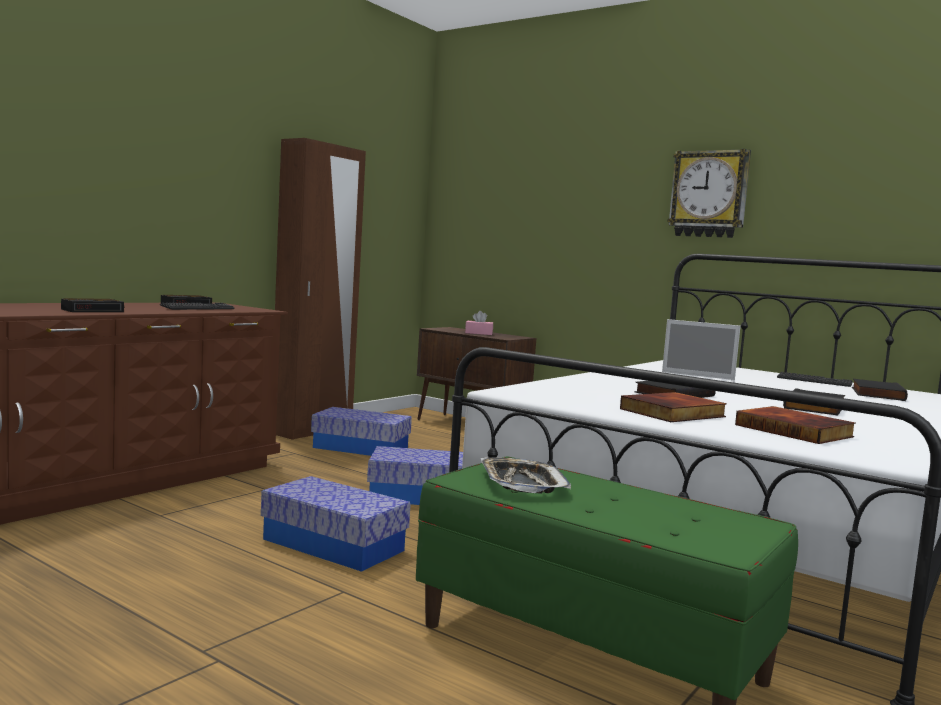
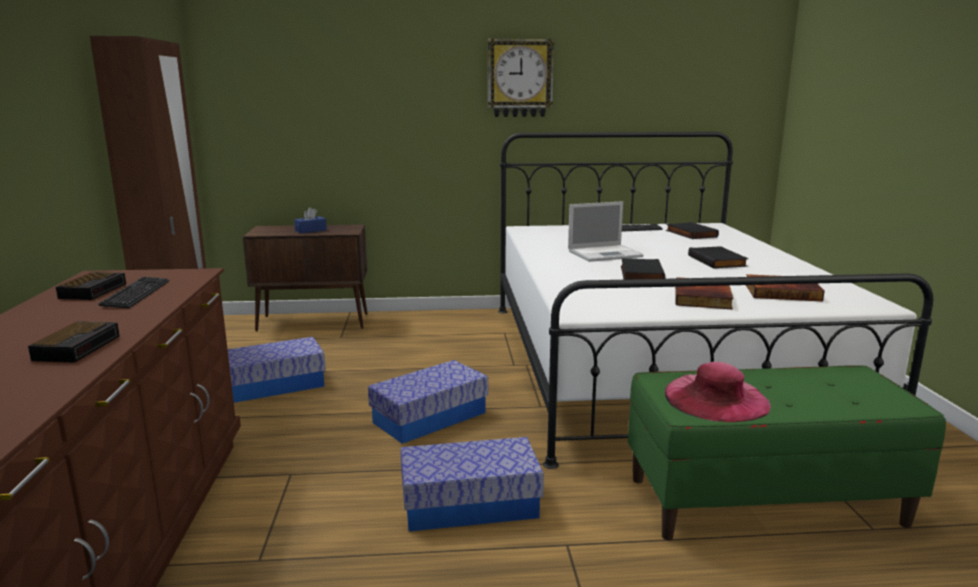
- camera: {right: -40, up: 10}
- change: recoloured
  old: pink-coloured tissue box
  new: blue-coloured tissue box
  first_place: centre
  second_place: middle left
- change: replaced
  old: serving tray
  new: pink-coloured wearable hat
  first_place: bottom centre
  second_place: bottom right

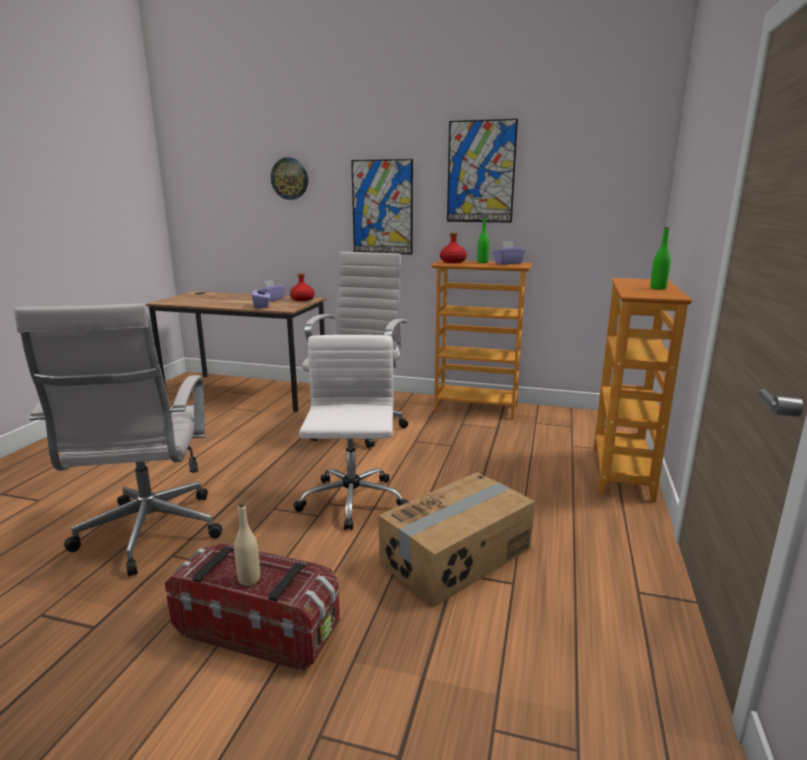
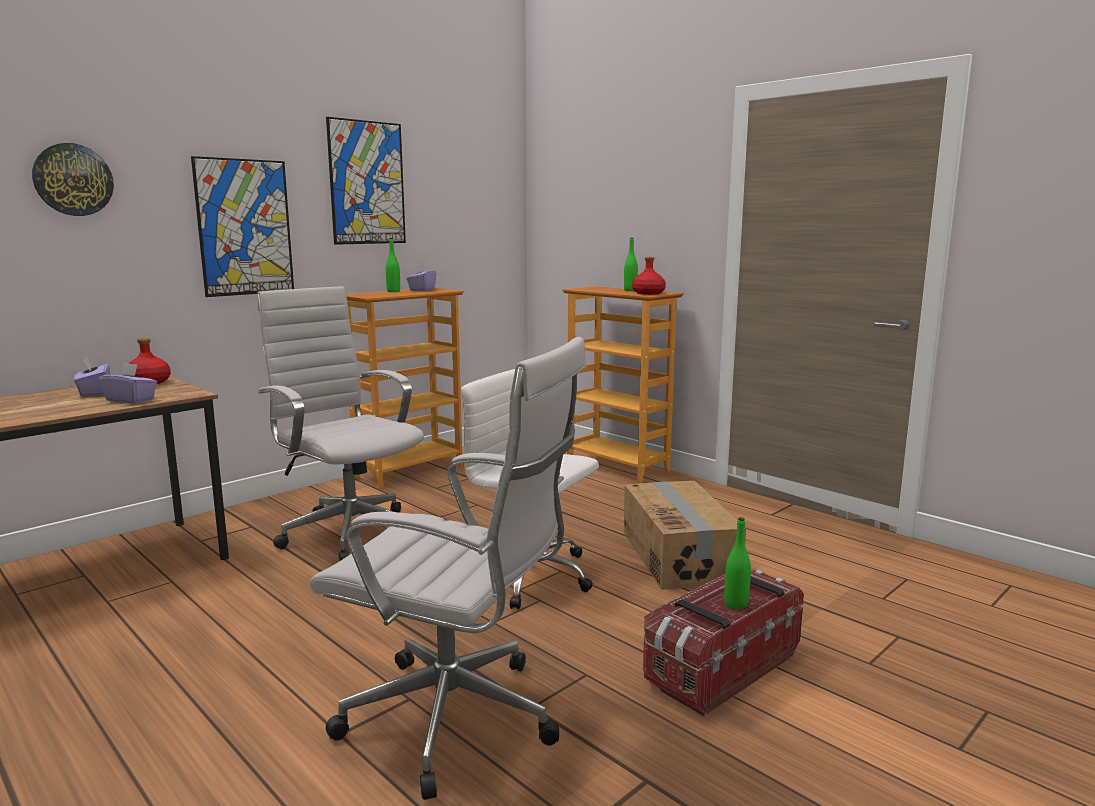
- camera: {right: -60, up: -5}
- change: moved
  old: reddish drink bottle (2nd from left)
  first_place: top centre
  second_place: centre
- change: recoloured
  old: beige drink bottle
  new: green-coloured drink bottle (3rd from left)
  first_place: bottom left
  second_place: bottom right

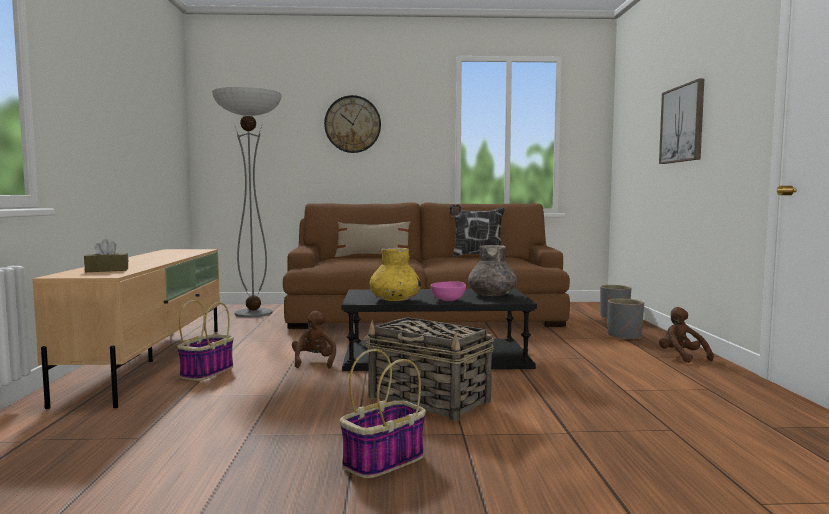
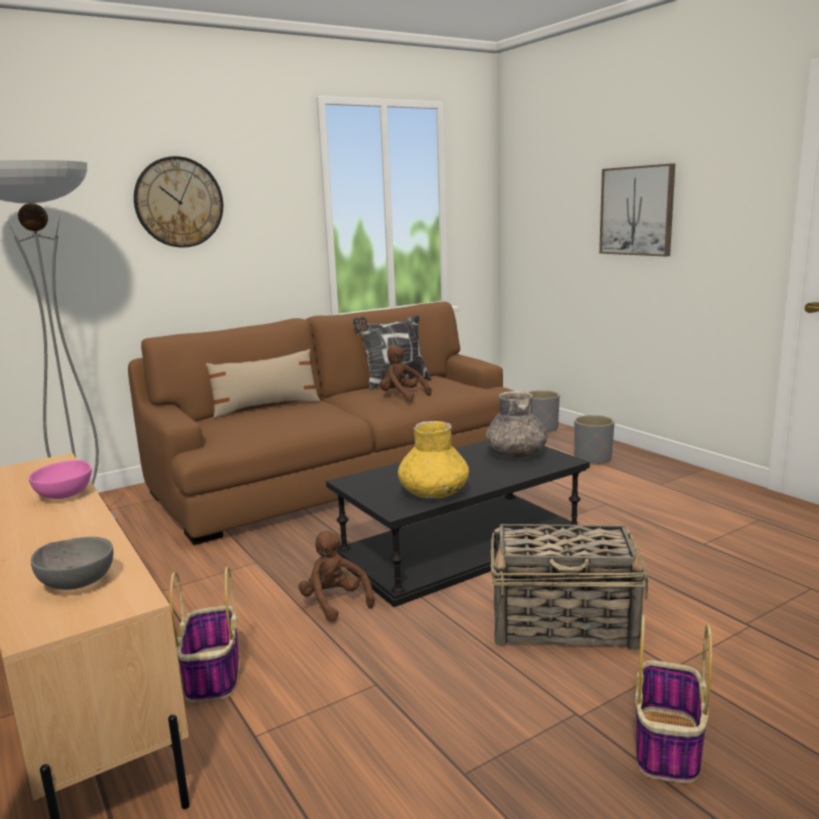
- camera: {right: -30, up: 10}
- change: moved
  old: pink-coloured bowl
  first_place: centre
  second_place: middle left
- change: replaced
  old: brown tissue box
  new: grey bowl
  first_place: middle left
  second_place: bottom left
- change: moved
  old: brown plush toy (2nd from left)
  first_place: middle right
  second_place: centre

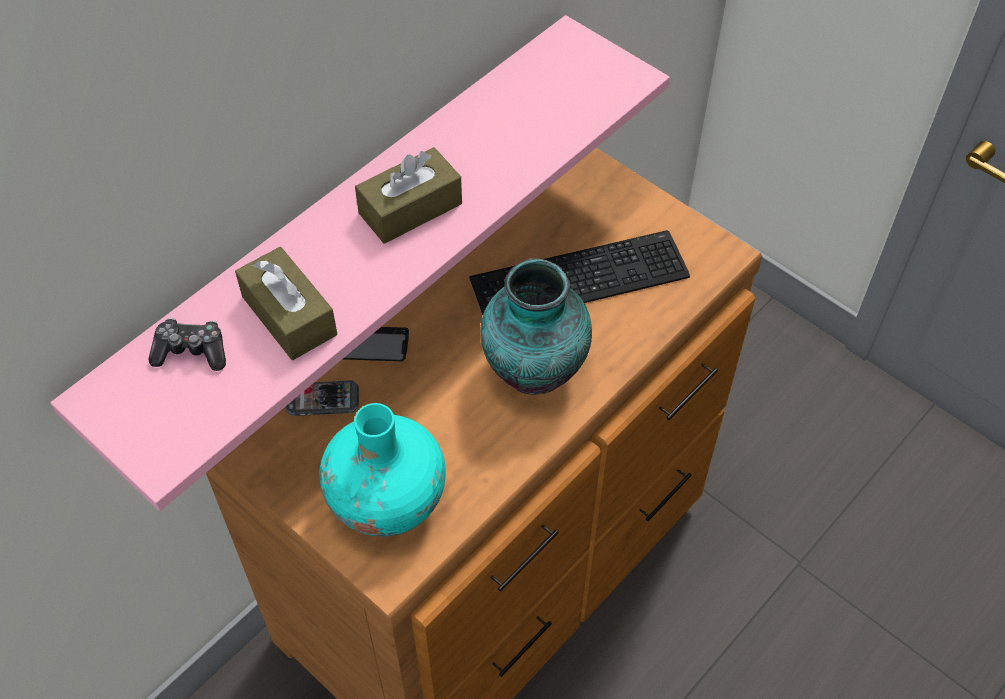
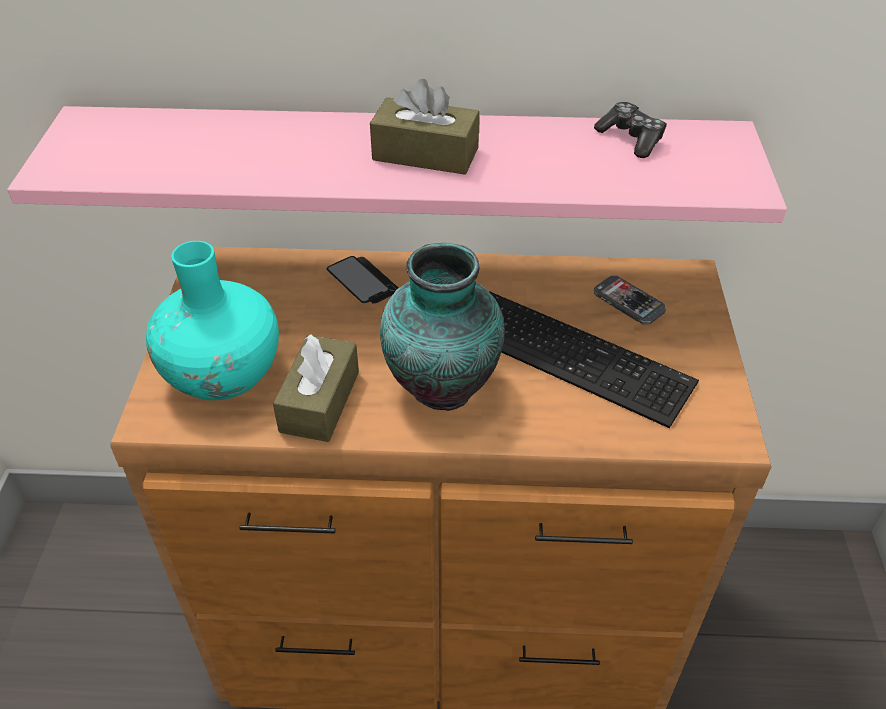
- camera: {right: 50, up: -10}
- change: moved
  old: brown tissue box (1st from left)
  first_place: middle left
  second_place: centre
- change: moved
  old: game controller
  first_place: middle left
  second_place: top right
- change: moved
  old: handset (1st from left in the first image)
  new: handset (2nd from left)
  first_place: middle left
  second_place: middle right

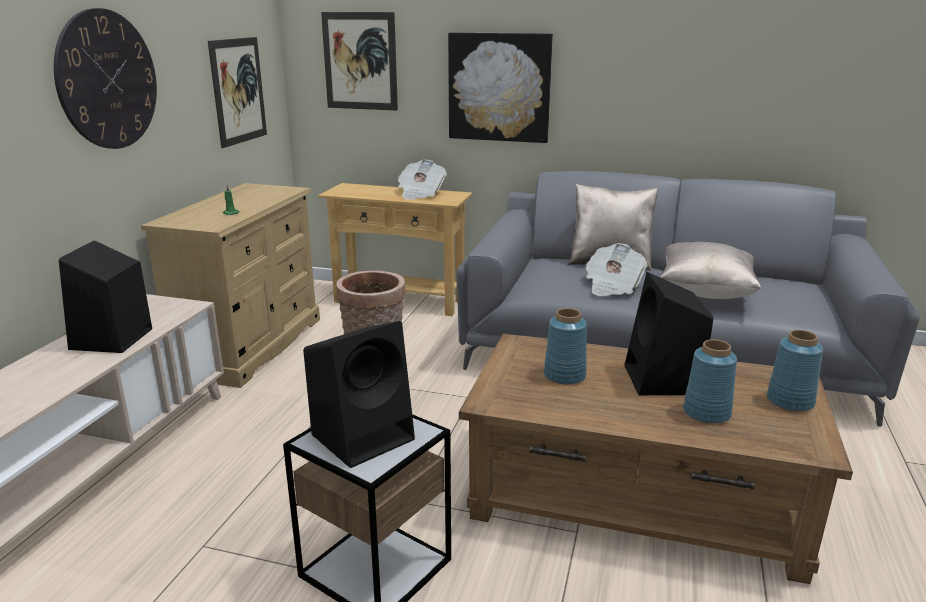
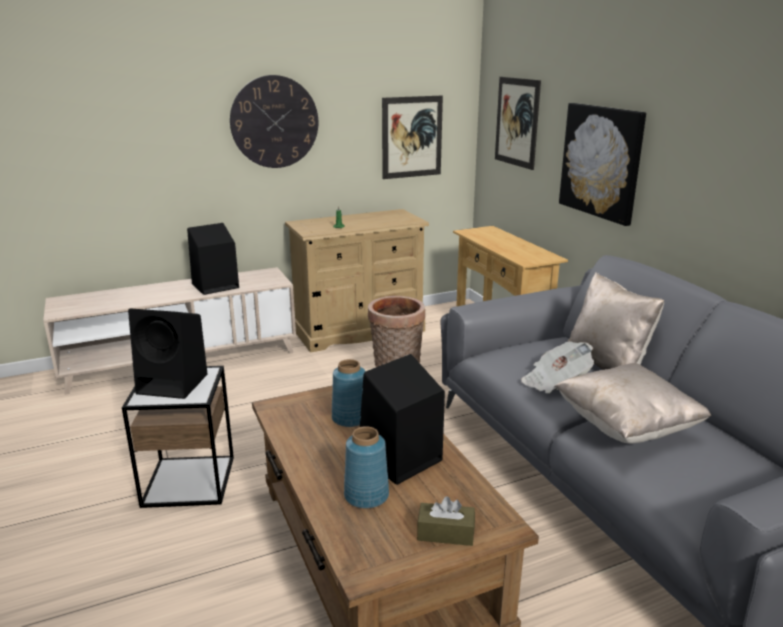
- camera: {right: 50, up: 0}
- change: replaced
  old: blue-coloured flower vase (3rd from left)
  new: brown tissue box
  first_place: middle right
  second_place: bottom centre
- change: removed
  old: daily paper (1st from left)
  first_place: top centre

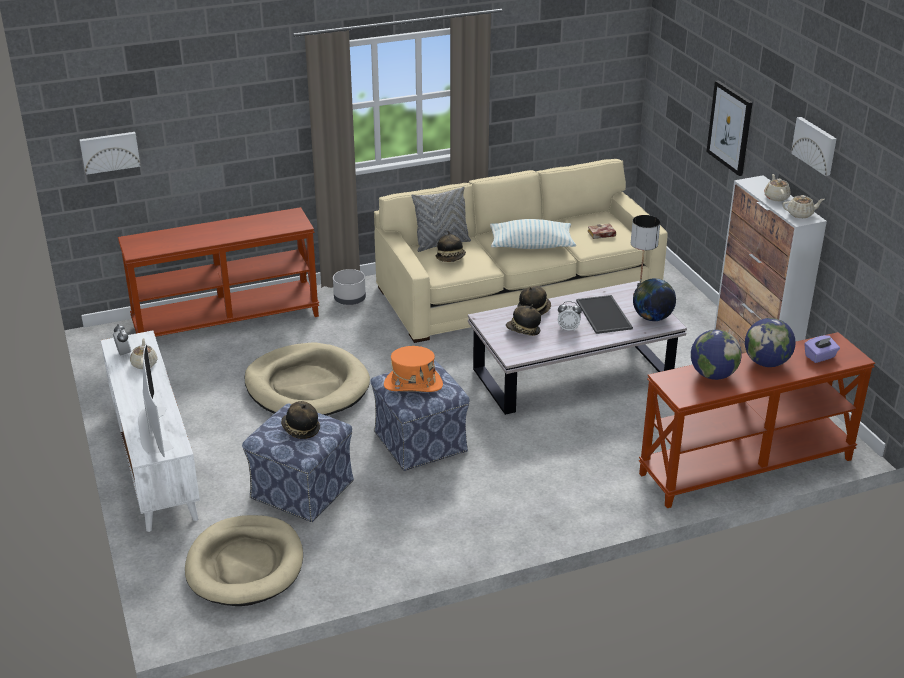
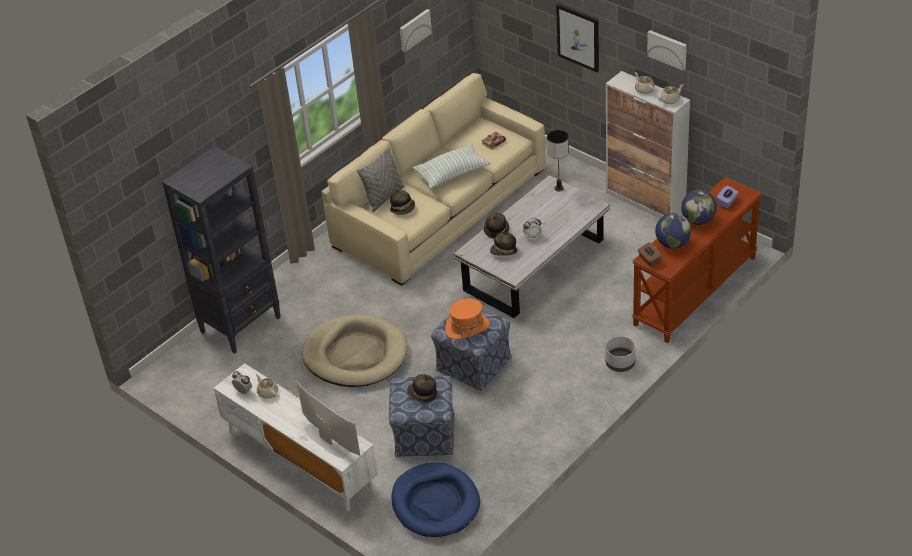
- camera: {right: -25, up: 10}
- change: replaced
  old: brown narrow table (1st from left)
  new: black-coloured shelving unit
  first_place: middle left
  second_place: middle left
- change: recoloured
  old: beige dog bed (1st from left)
  new: blue-coloured dog bed
  first_place: bottom left
  second_place: bottom centre
- change: moved
  old: picture (1st from left)
  first_place: top left
  second_place: top centre
- change: moved
  old: grey flower pot
  first_place: centre
  second_place: middle right
- change: added
  new: brown tissue box
  second_place: middle right
- change: removed
  old: serving tray
  first_place: middle right
- change: removed
  old: world globe (1st from left)
  first_place: middle right

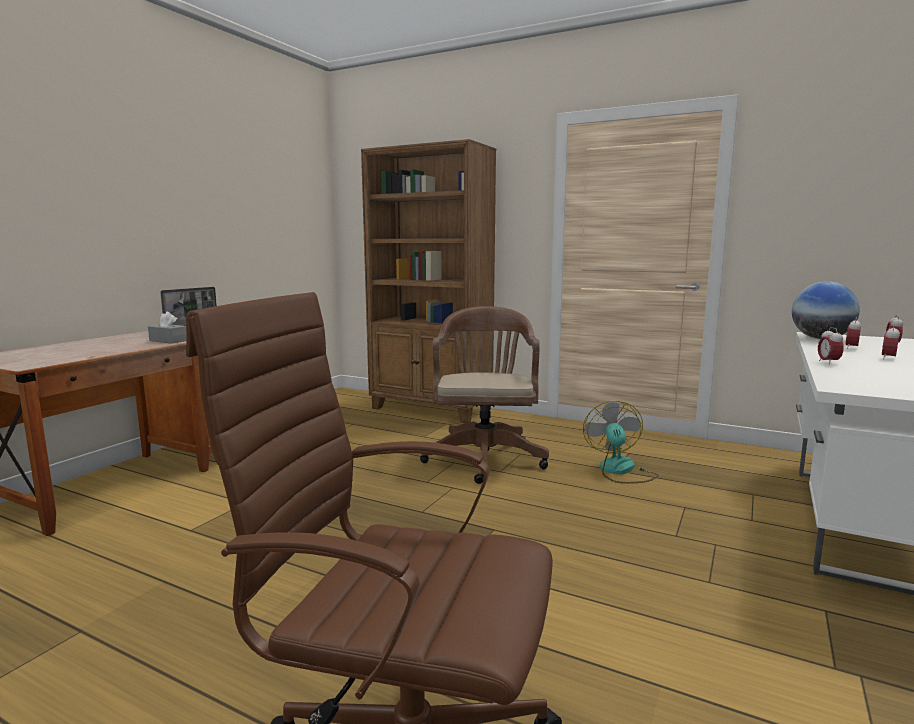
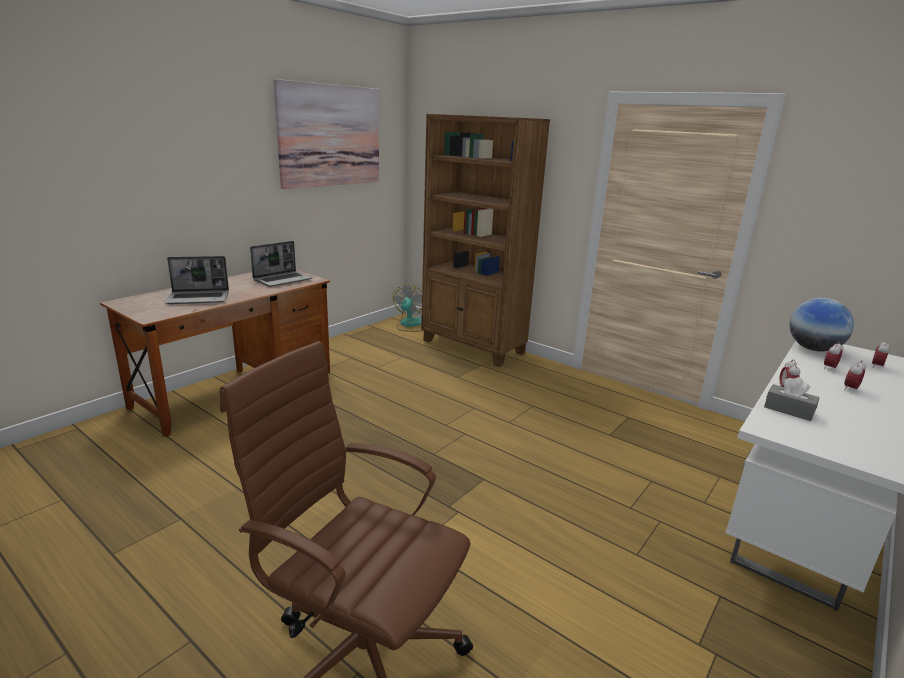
- camera: {right: 10, up: 10}
- change: added
  new: notebook computer (1st from left)
  second_place: middle left
- change: added
  new: picture
  second_place: top centre
- change: moved
  old: cooling fan
  first_place: middle right
  second_place: centre
- change: moved
  old: grey tissue box
  first_place: middle left
  second_place: middle right
- change: removed
  old: brown office chair (2nd from left)
  first_place: centre

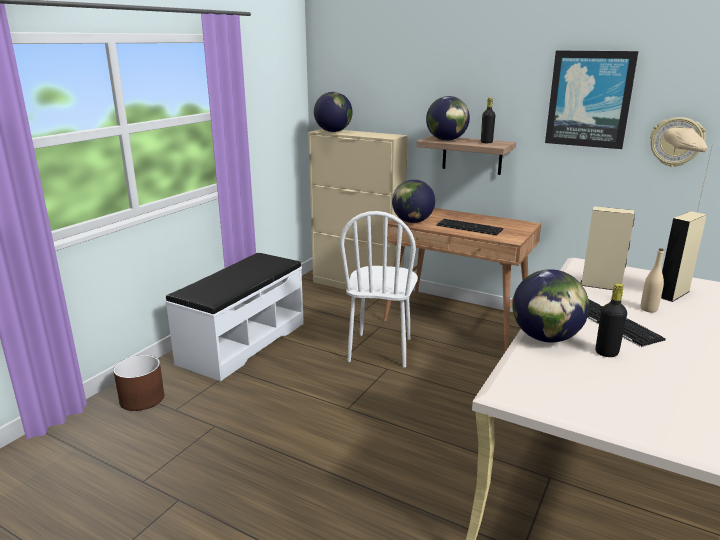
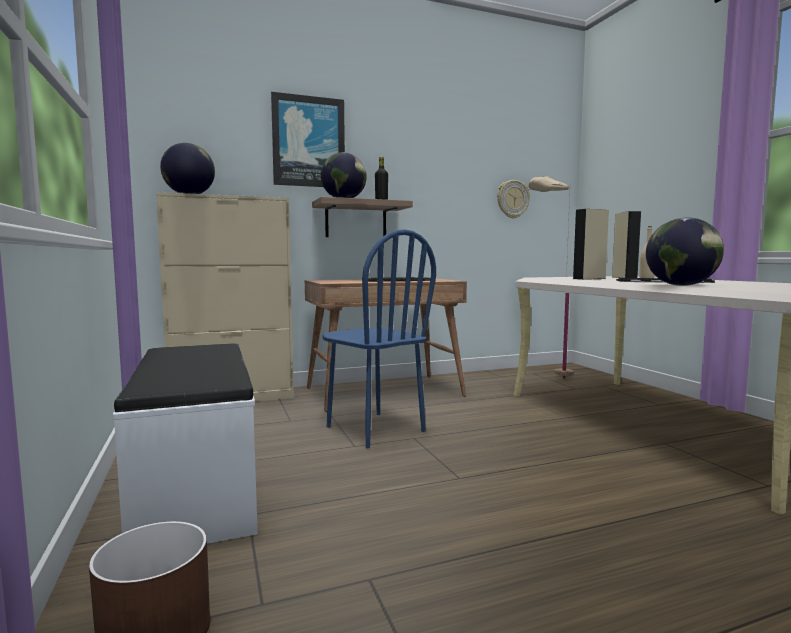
- camera: {right: -50, up: -15}
- change: moved
  old: picture
  first_place: top right
  second_place: top centre
- change: recoloured
  old: whitish chair
  new: blue-coloured chair
  first_place: centre
  second_place: centre
- change: removed
  old: world globe (2nd from left)
  first_place: centre
- change: removed
  old: black-coloured drink bottle (2nd from left)
  first_place: middle right

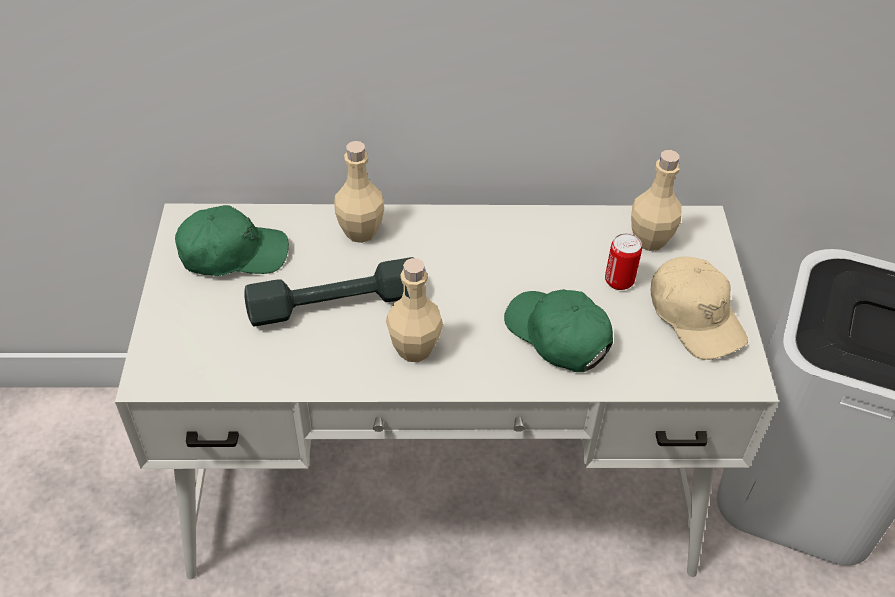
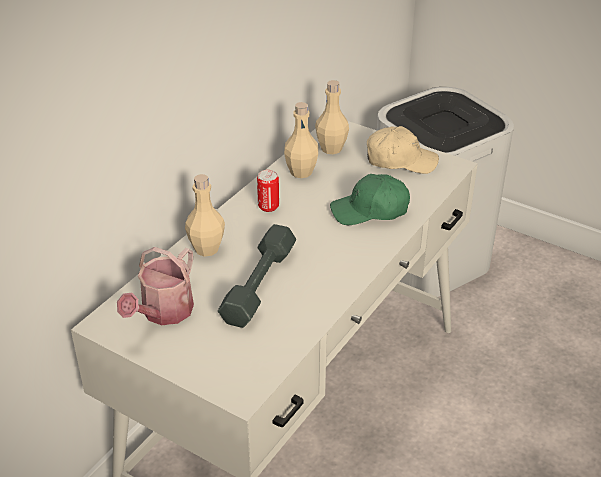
- camera: {right: -55, up: -10}
- change: replaced
  old: green-coloured baseball cap (1st from left)
  new: watering can
  first_place: middle left
  second_place: middle left
- change: moved
  old: metal can
  first_place: middle right
  second_place: centre
- change: moved
  old: beige drink bottle (2nd from left)
  first_place: centre
  second_place: top centre

